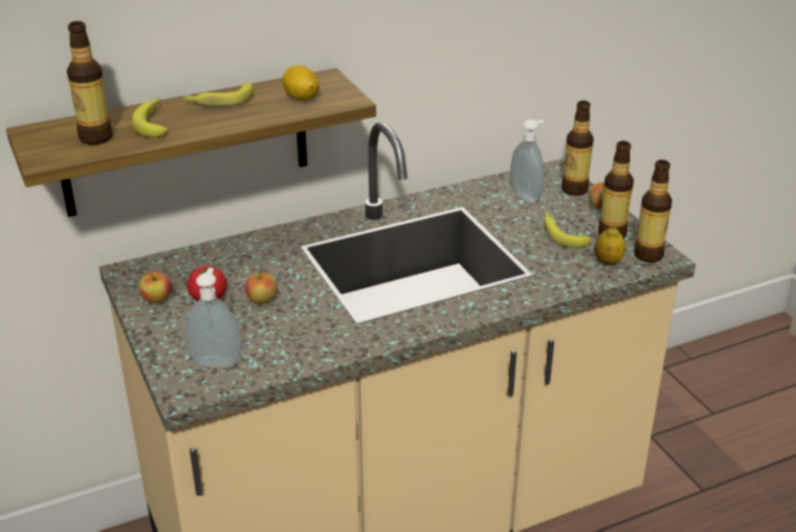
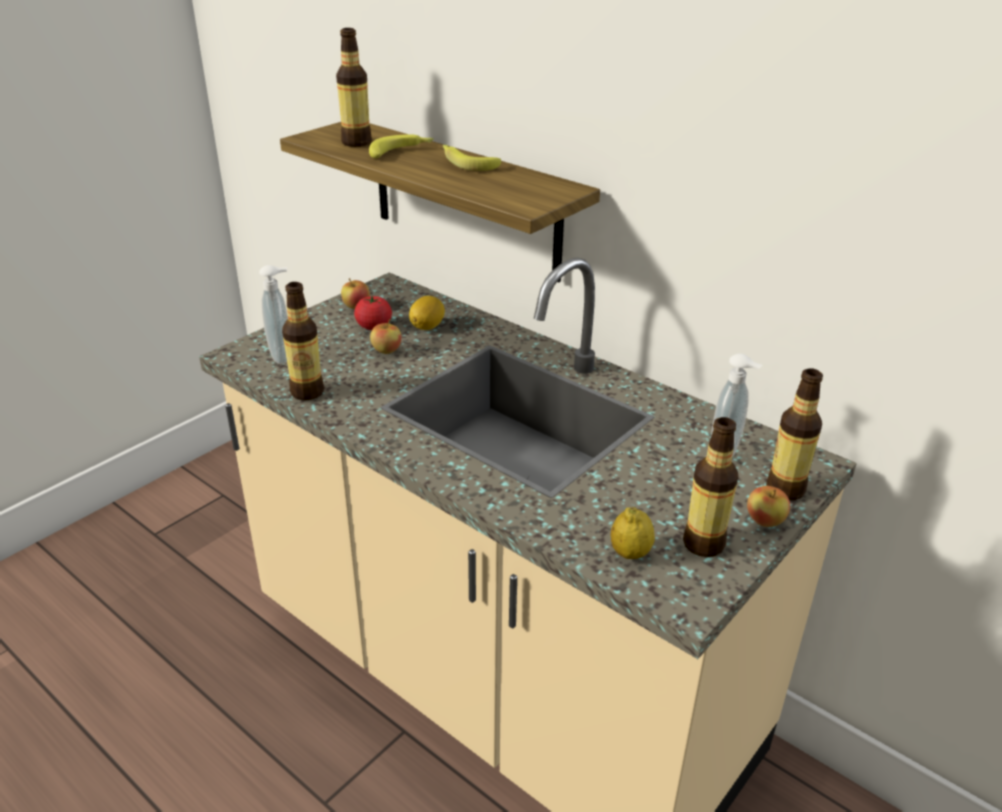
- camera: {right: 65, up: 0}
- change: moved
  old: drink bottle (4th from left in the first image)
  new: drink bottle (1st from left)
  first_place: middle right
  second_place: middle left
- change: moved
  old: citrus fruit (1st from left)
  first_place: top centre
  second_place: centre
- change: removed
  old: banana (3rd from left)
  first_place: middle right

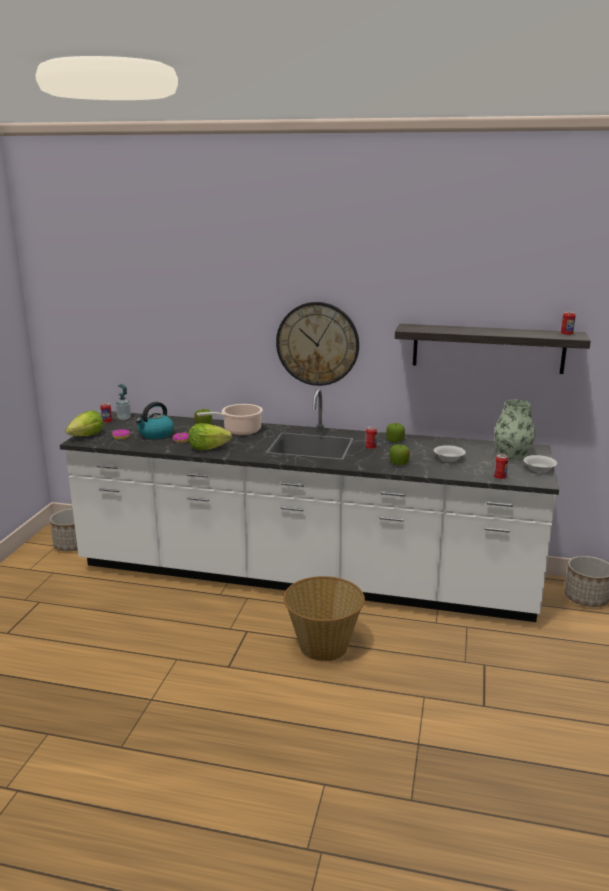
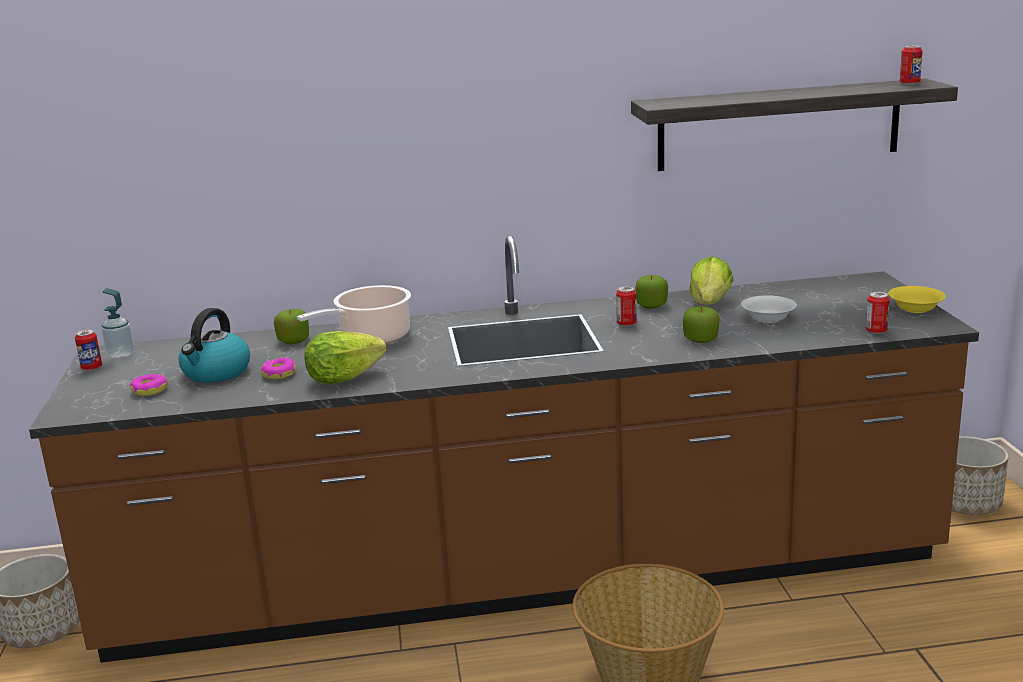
- camera: {right: -20, up: 0}
- change: recoloured
  old: whitish counter
  new: brown counter
  first_place: centre
  second_place: centre
- change: moved
  old: lettuce head (1st from left in the first image)
  new: lettuce head (2nd from left)
  first_place: middle left
  second_place: middle right
- change: recoloured
  old: whitish bowl (2nd from left)
  new: yellow-coloured bowl
  first_place: middle right
  second_place: middle right
- change: removed
  old: wall clock
  first_place: centre
- change: removed
  old: flower vase
  first_place: middle right

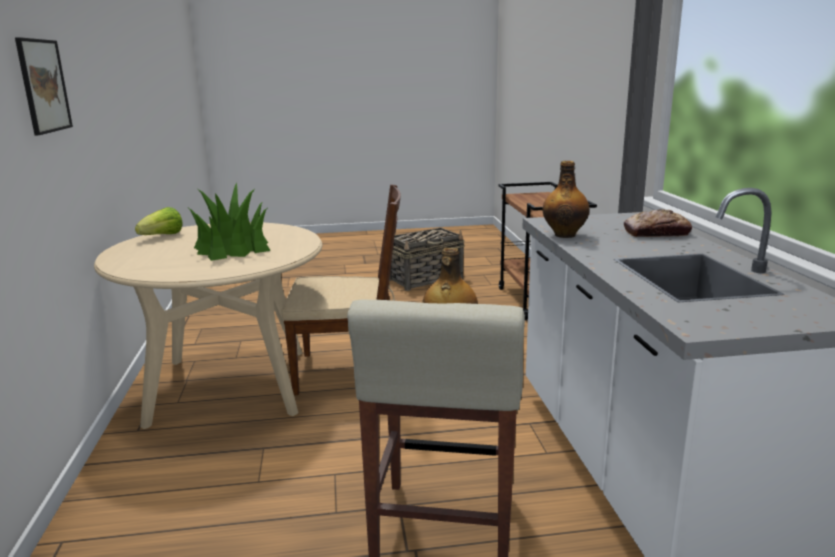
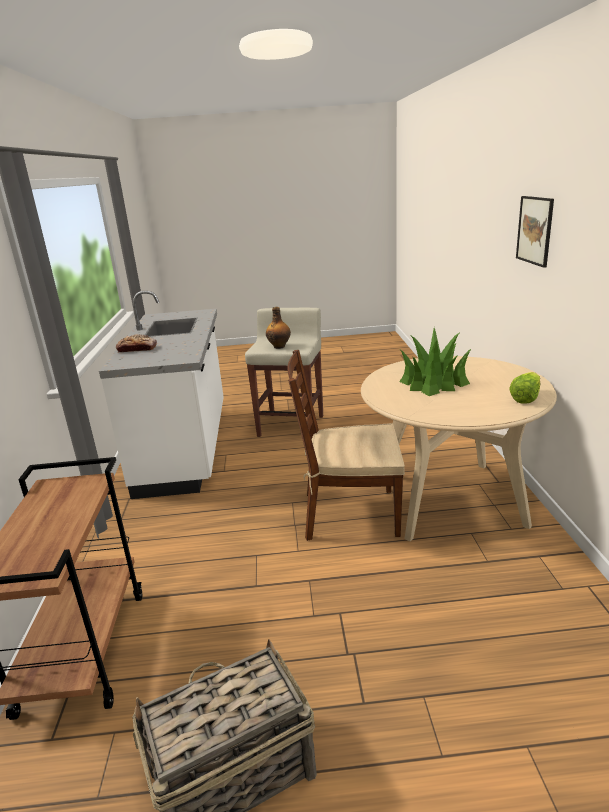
- camera: {right: -175, up: 5}
- change: removed
  old: drink bottle (2nd from left)
  first_place: middle right

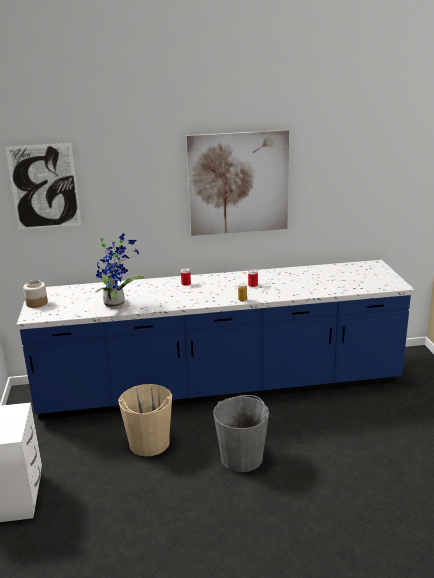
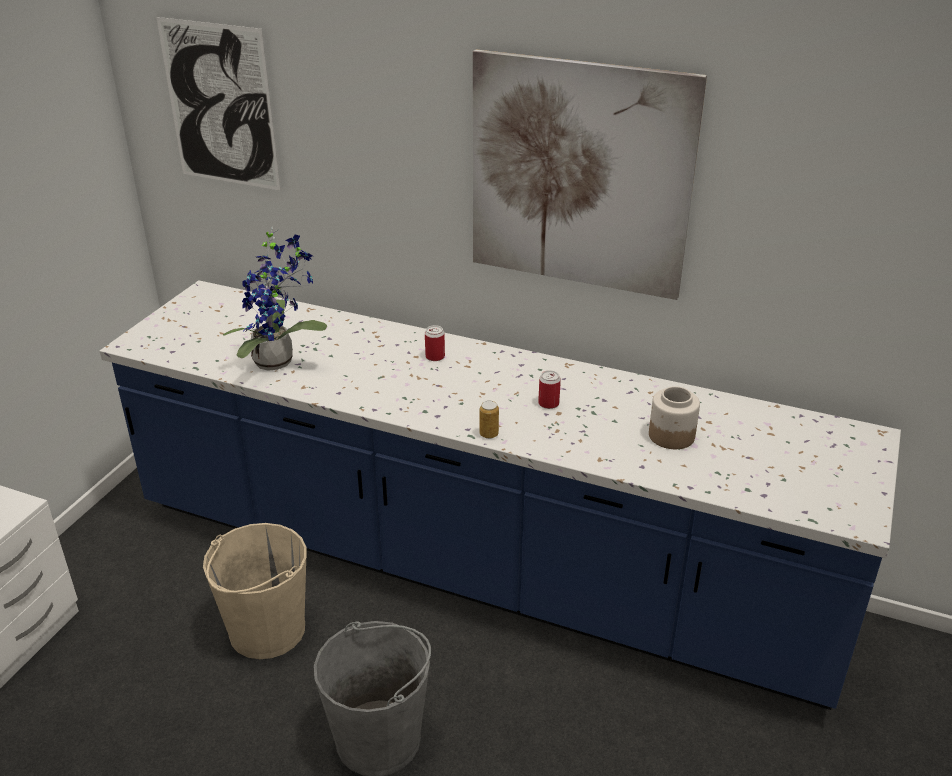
- camera: {right: 30, up: 10}
- change: moved
  old: jar
  first_place: middle left
  second_place: middle right

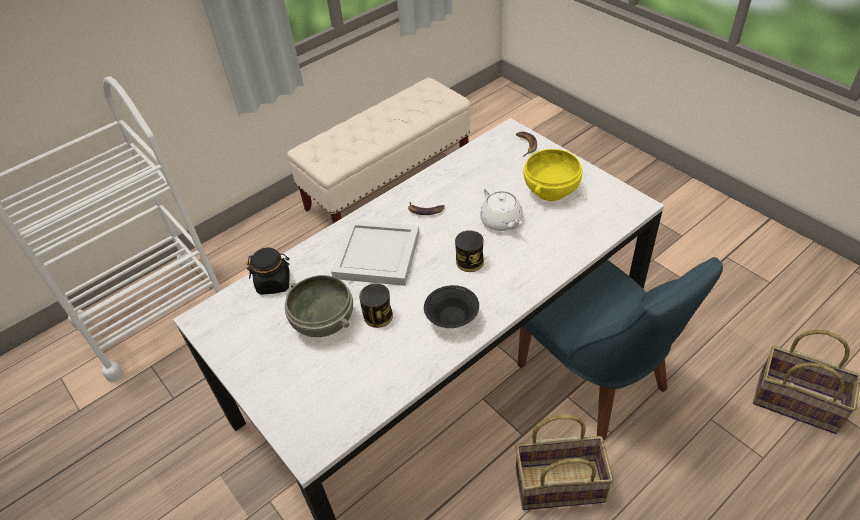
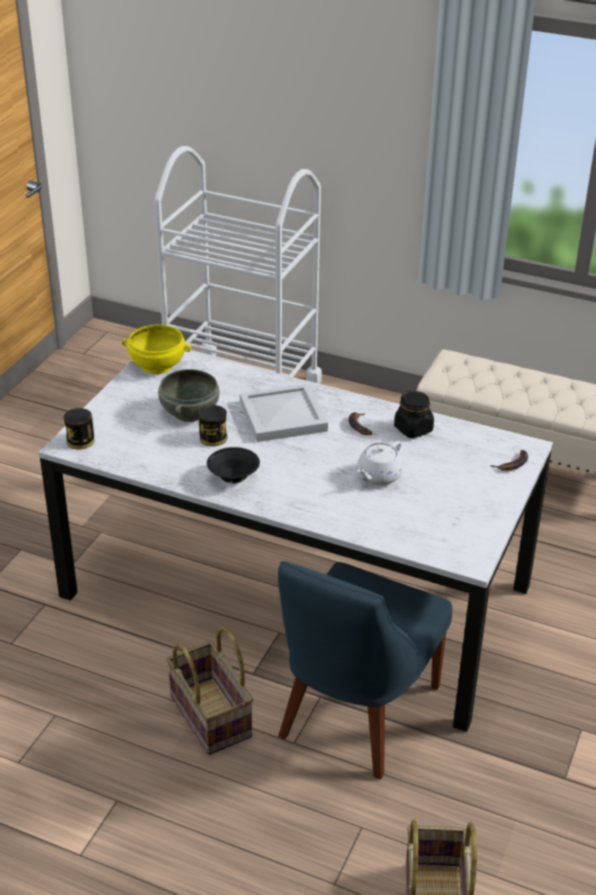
- camera: {right: 60, up: -10}
- change: moved
  old: metal can (2nd from left in the first image)
  new: metal can (1st from left)
  first_place: centre
  second_place: middle left
- change: moved
  old: yellow-coloured bowl
  first_place: centre
  second_place: middle left
- change: moved
  old: black-coloured jar
  first_place: middle left
  second_place: middle right

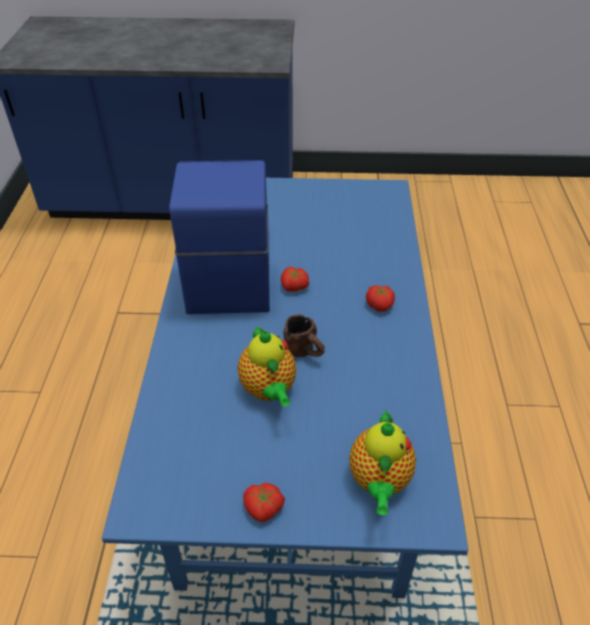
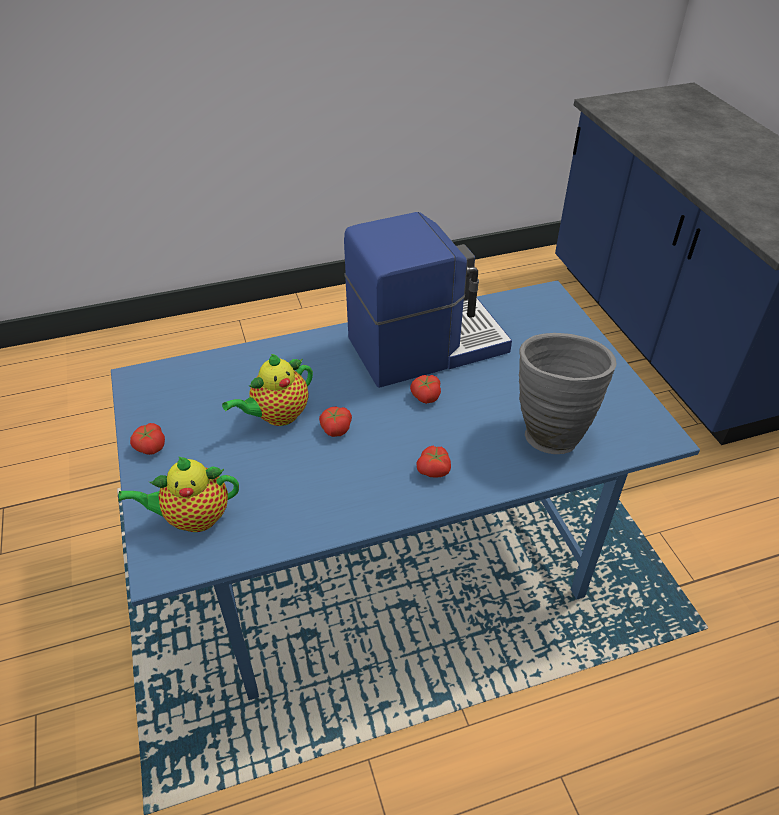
- camera: {right: 70, up: 0}
- change: replaced
  old: brown tea mug
  new: whole tomato (2nd from left)
  first_place: centre
  second_place: centre
- change: added
  new: grey flower vase
  second_place: middle right

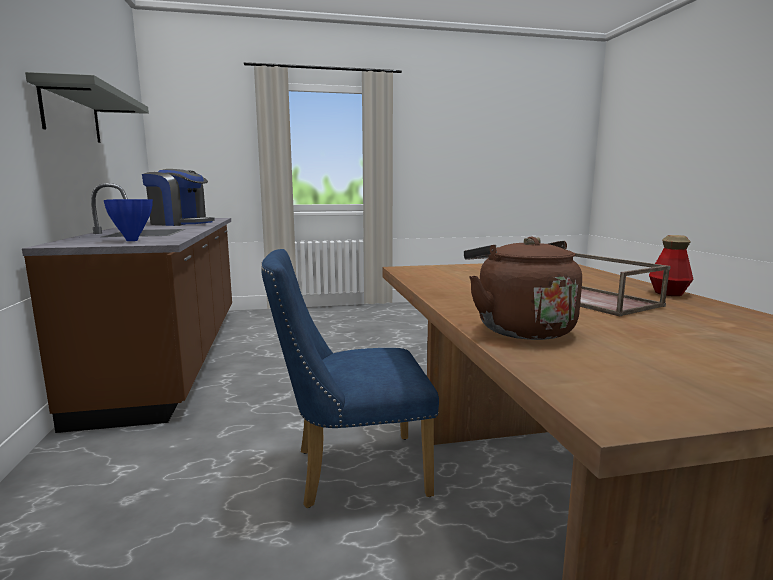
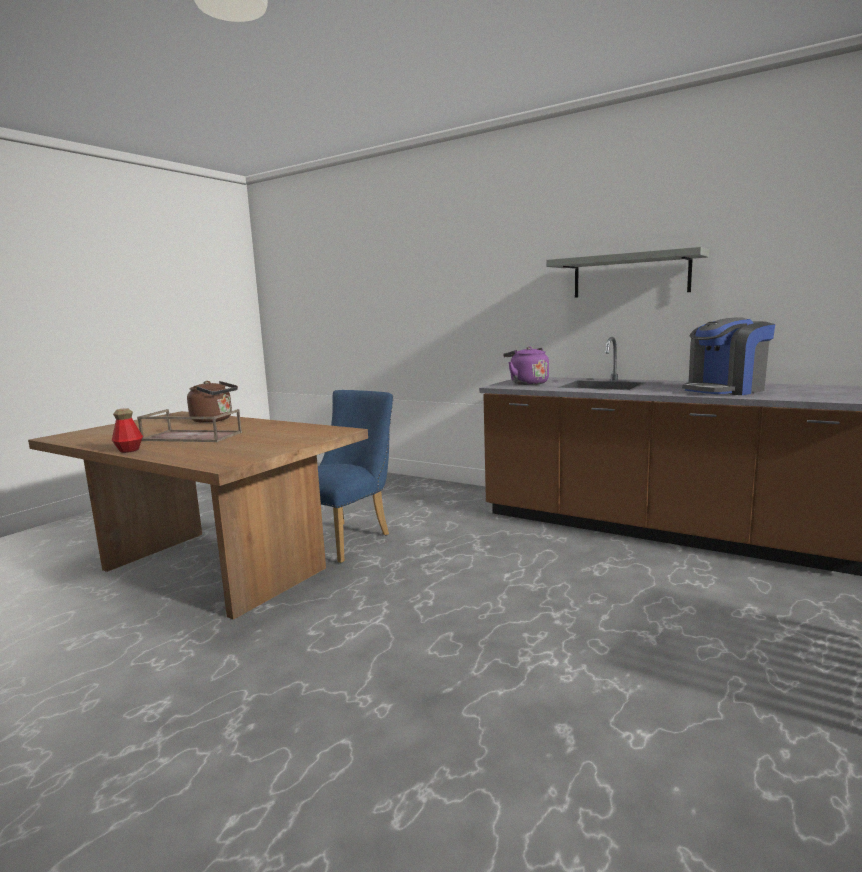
- camera: {right: 135, up: 0}
- change: replaced
  old: blue-coloured flower vase
  new: purple kettle
  first_place: middle left
  second_place: centre

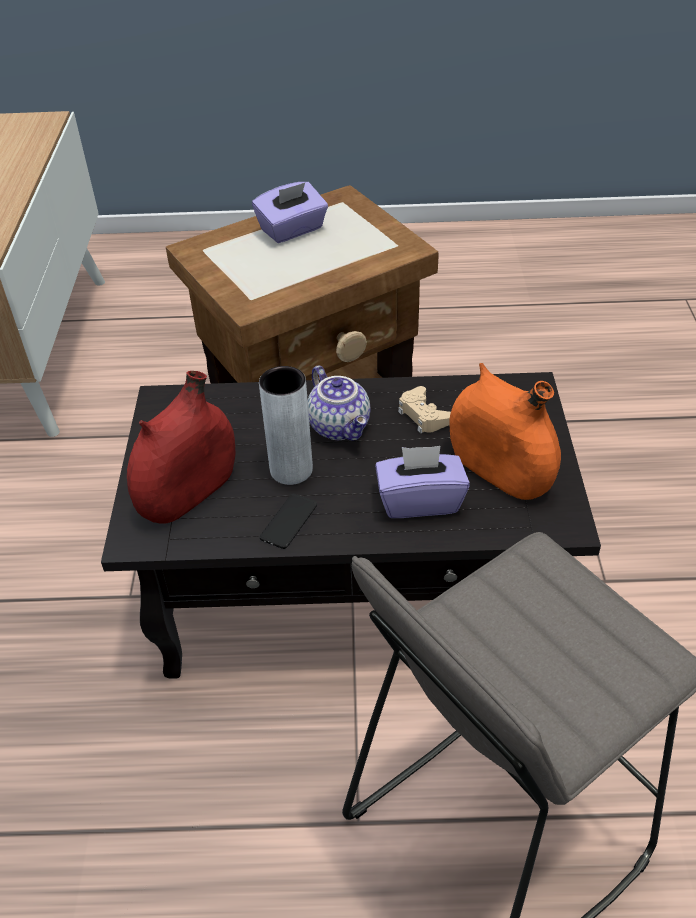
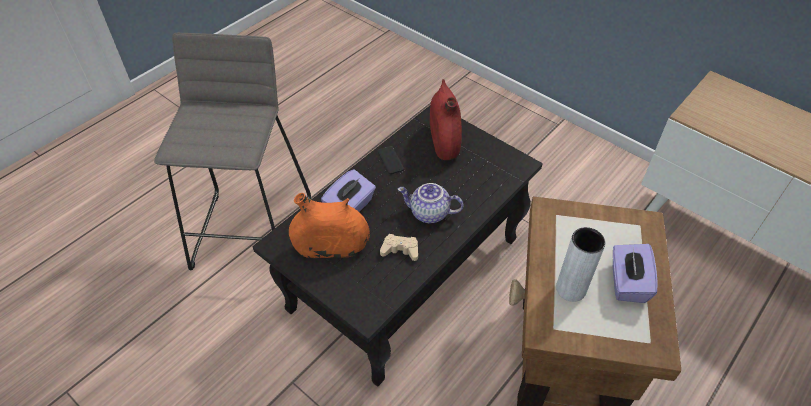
- camera: {right: 130, up: 5}
- change: moved
  old: grey flower vase
  first_place: centre
  second_place: middle right

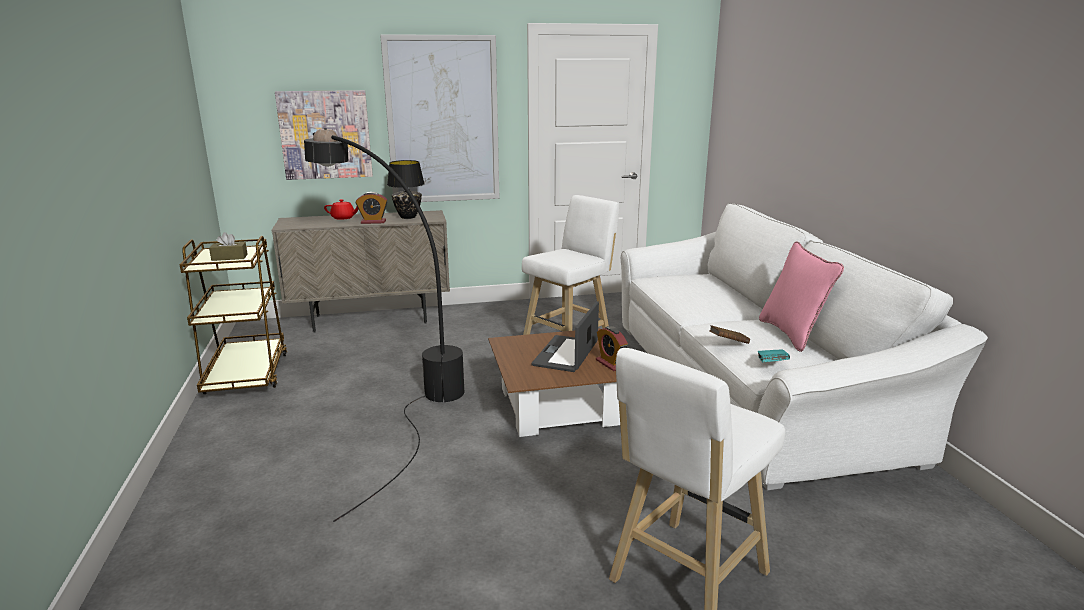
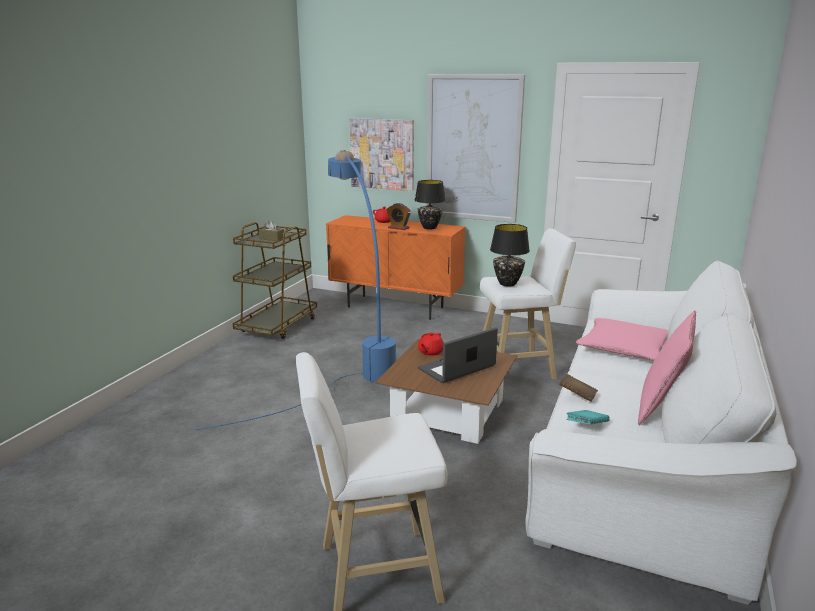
- camera: {right: 35, up: 0}
- change: recoloured
  old: black-coloured floor lamp
  new: blue-coloured floor lamp
  first_place: centre
  second_place: centre
- change: recoloured
  old: beige cupboard
  new: orangey cupboard
  first_place: middle left
  second_place: centre
- change: added
  new: reddish teapot (2nd from left)
  second_place: centre
- change: added
  new: black-coloured table lamp (2nd from left)
  second_place: centre
- change: added
  new: pink-coloured pillow (1st from left)
  second_place: middle right
- change: removed
  old: bedside clock (2nd from left)
  first_place: centre

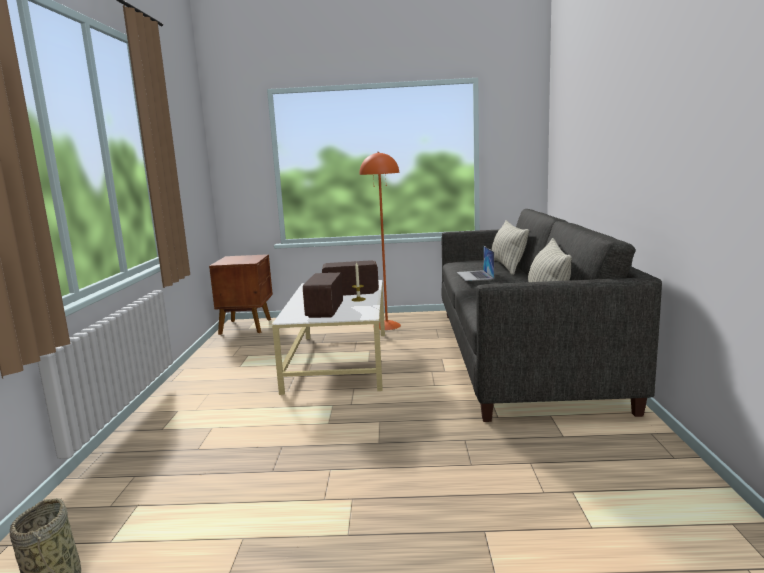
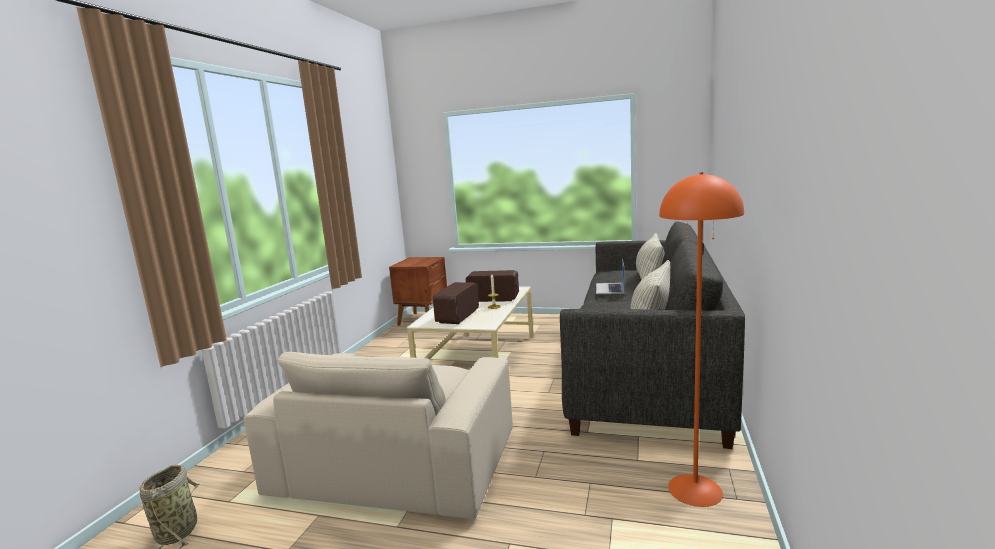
- camera: {right: 15, up: 0}
- change: added
  new: beige armchair
  second_place: bottom centre
- change: moved
  old: orangey floor lamp
  first_place: centre
  second_place: middle right

